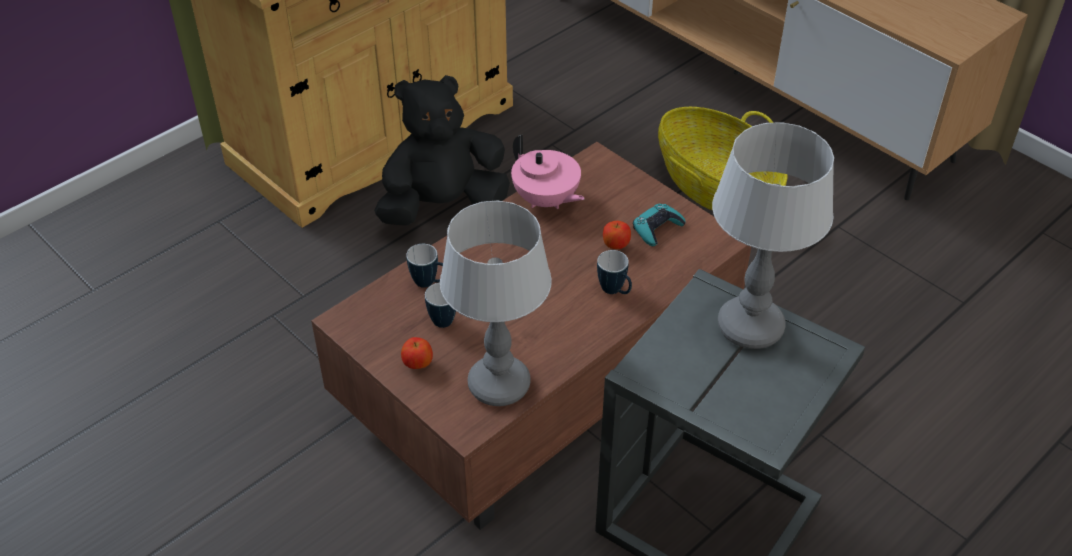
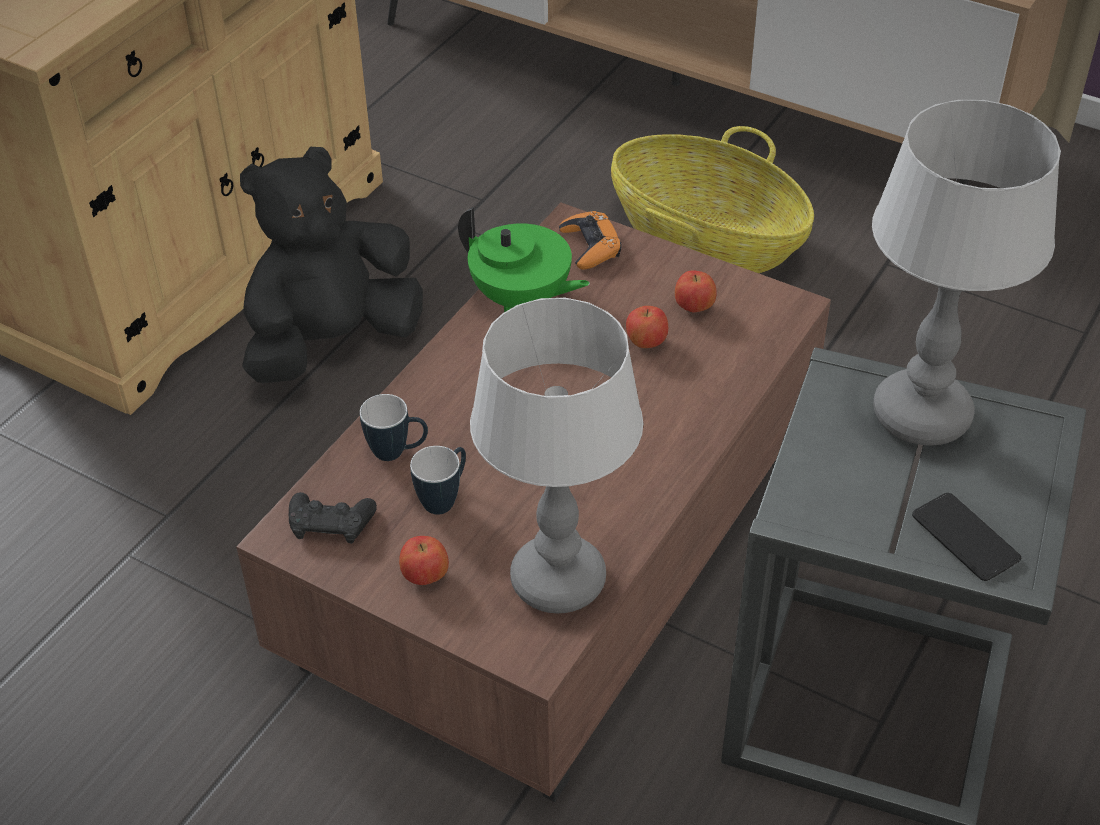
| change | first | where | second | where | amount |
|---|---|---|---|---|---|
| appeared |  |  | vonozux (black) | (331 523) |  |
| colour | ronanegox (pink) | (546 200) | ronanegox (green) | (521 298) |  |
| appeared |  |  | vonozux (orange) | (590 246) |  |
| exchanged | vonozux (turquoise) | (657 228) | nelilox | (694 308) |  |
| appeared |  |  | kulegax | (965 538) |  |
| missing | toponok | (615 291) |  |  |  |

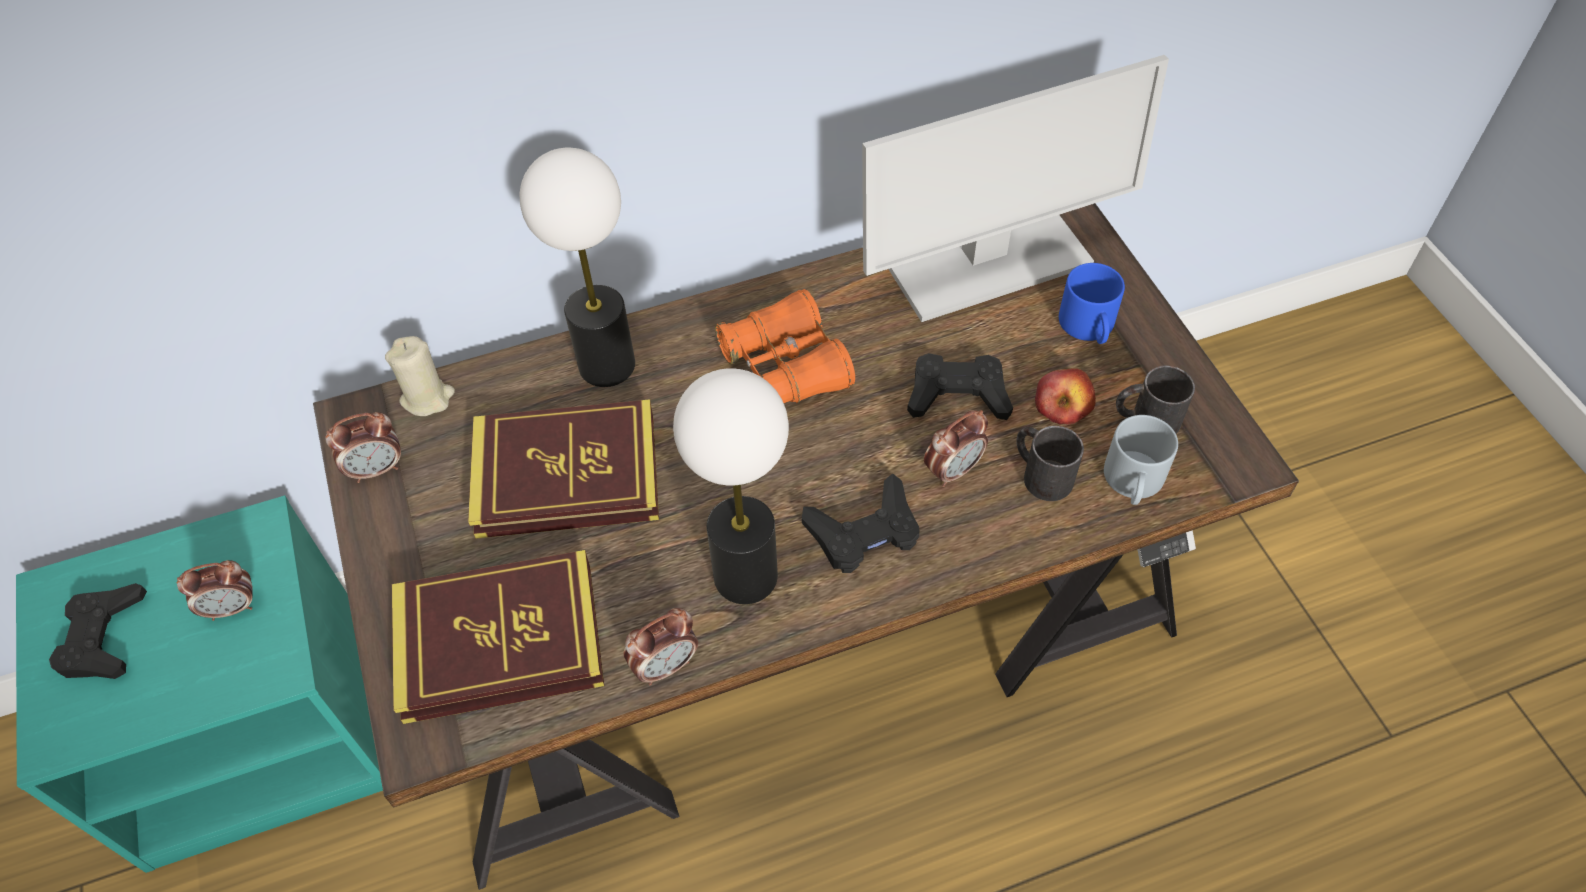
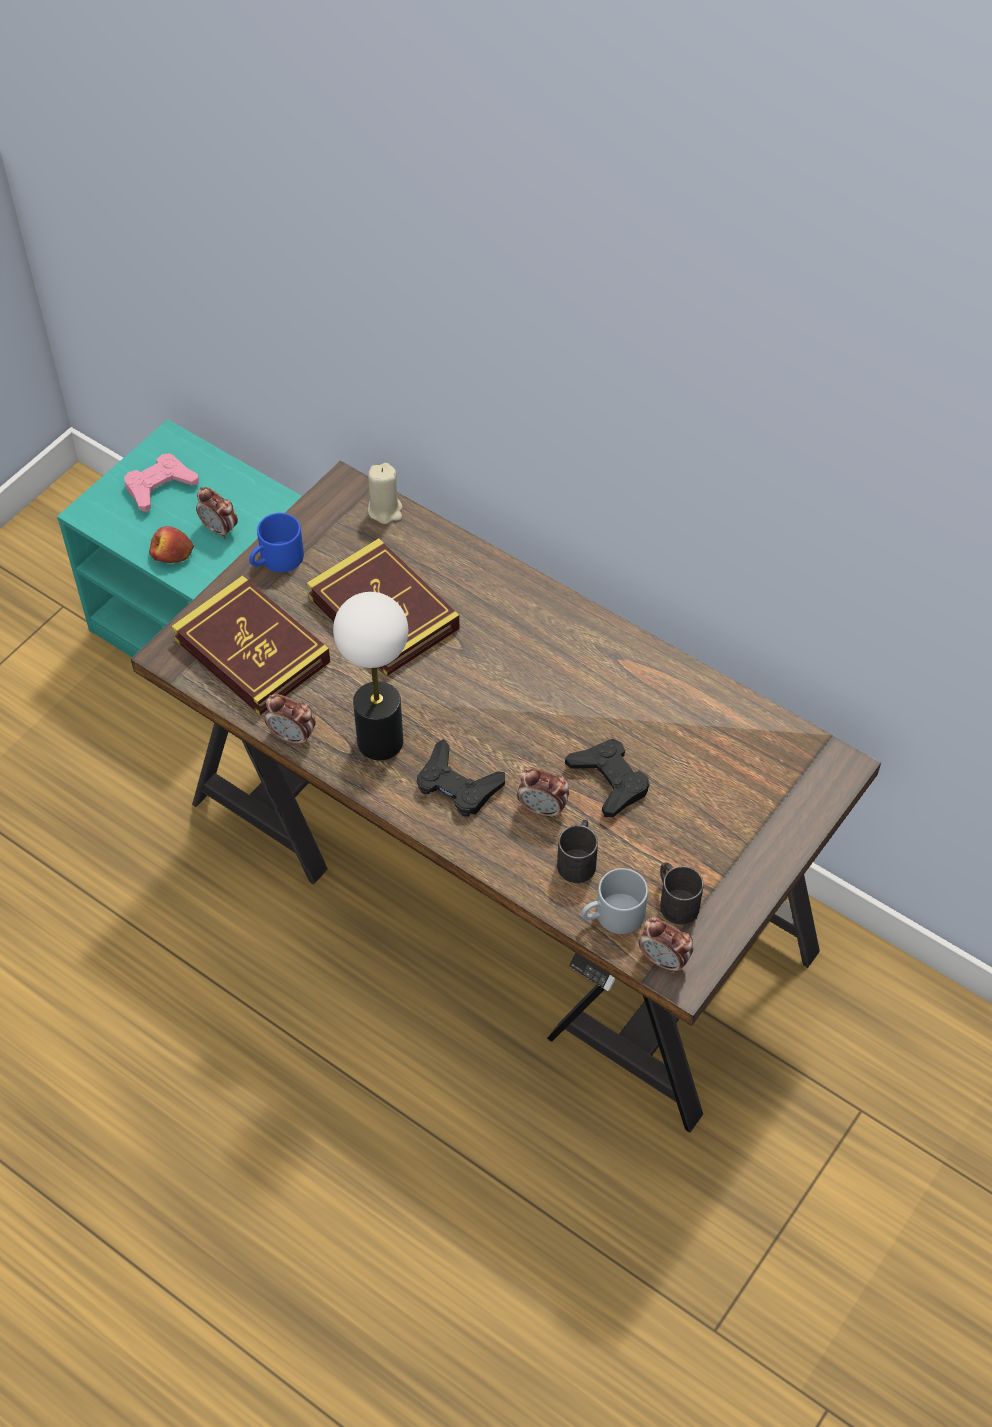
| change | first | where | second | where | amount |
|---|---|---|---|---|---|
| colour | vonozux (black) | (103 638) | vonozux (pink) | (160 486) |  |
| relocated | nelilox | (1063 405) |  | (172 553) |  |
| relocated | toponok (blue) | (1090 327) |  | (276 560) |  |
| relocated | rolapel | (377 469) |  | (664 960) |  |
| missing | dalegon | (606 364) |  |  |  |
| missing | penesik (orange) | (785 368) |  |  |  |
| missing | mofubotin | (985 264) |  |  |  |

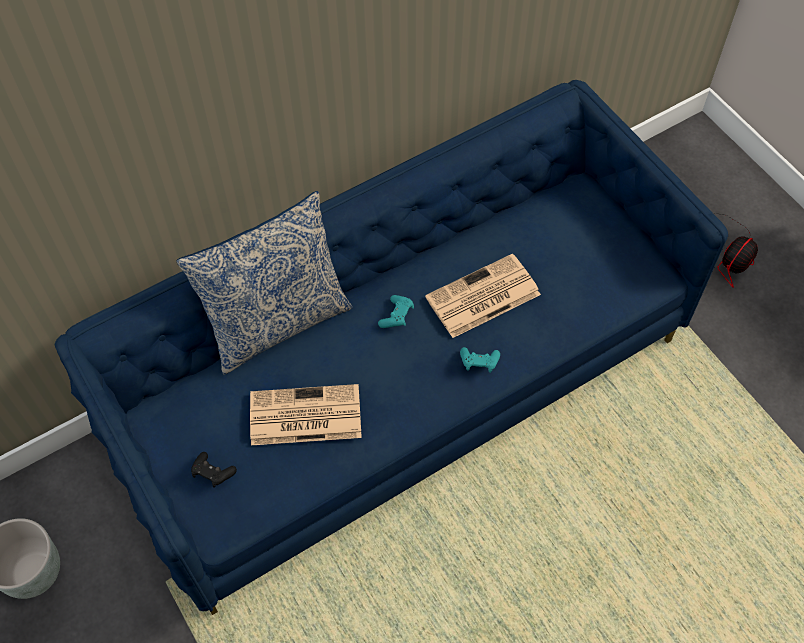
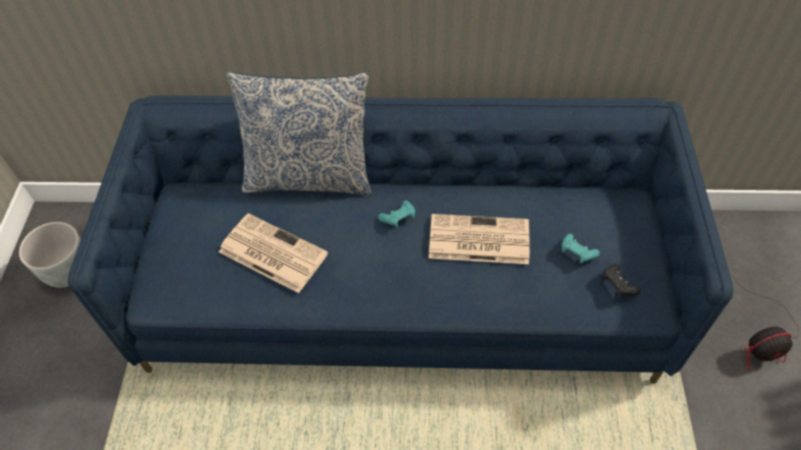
| change | first | where | second | where | amount |
|---|---|---|---|---|---|
| relocated | vonozux (turquoise) | (479 363) |  | (576 253) |  |
| relocated | vonozux (black) | (213 473) |  | (617 285) |  |

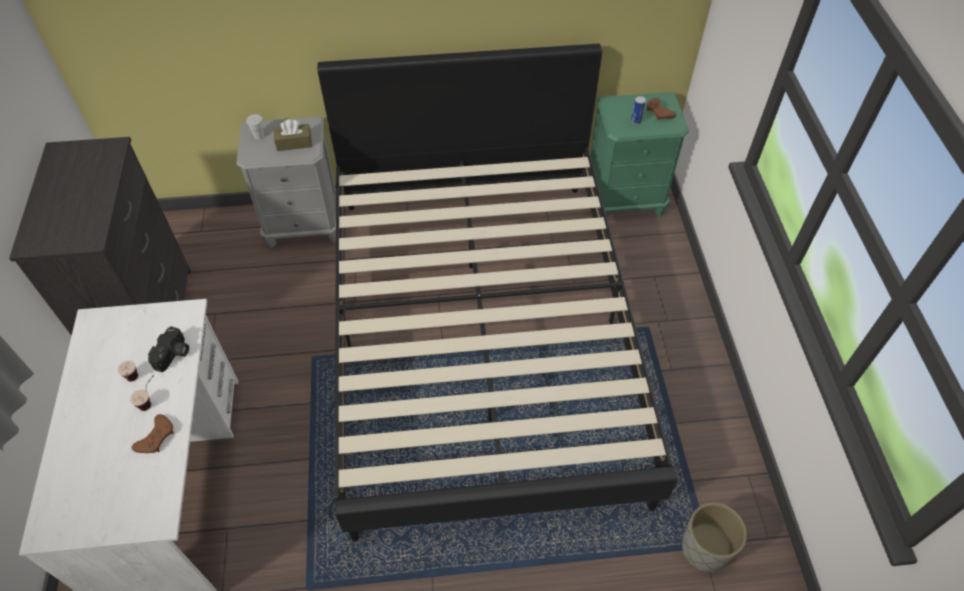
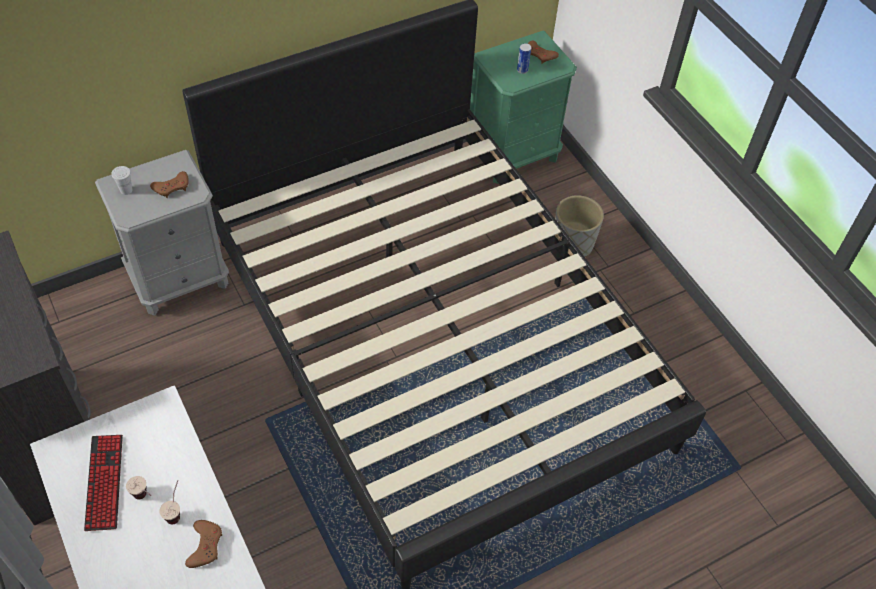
| change | first | where | second | where | amount |
|---|---|---|---|---|---|
| appeared |  |  | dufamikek | (104 482) |  |
| exchanged | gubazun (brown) | (294 143) | vonozux (brown) | (172 187) |  |
| relocated | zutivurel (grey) | (704 549) |  | (572 244) |  |
| missing | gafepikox | (174 355) |  |  |  |

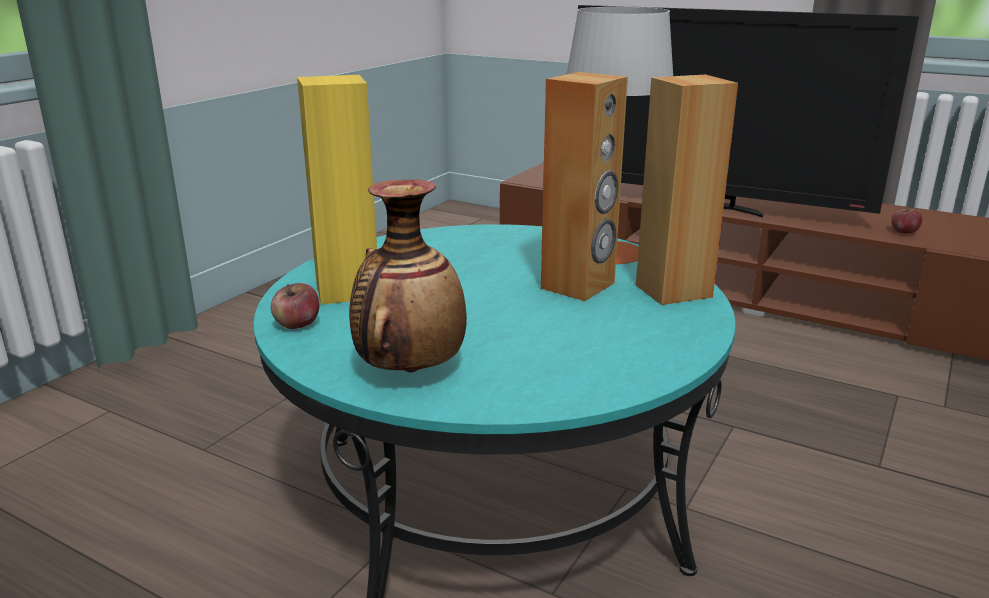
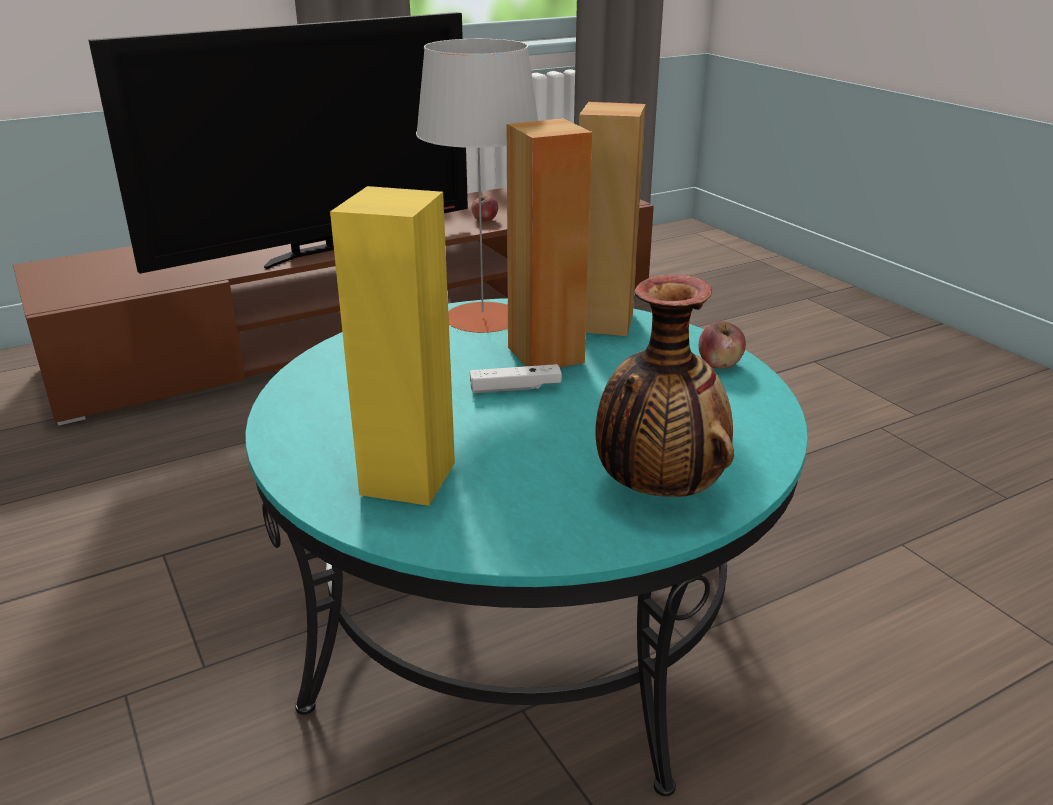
| change | first | where | second | where | amount |
|---|---|---|---|---|---|
| appeared |  |  | vonozux (white) | (515 388) |  |
| relocated | nelilox | (297 325) |  | (720 364) |  |

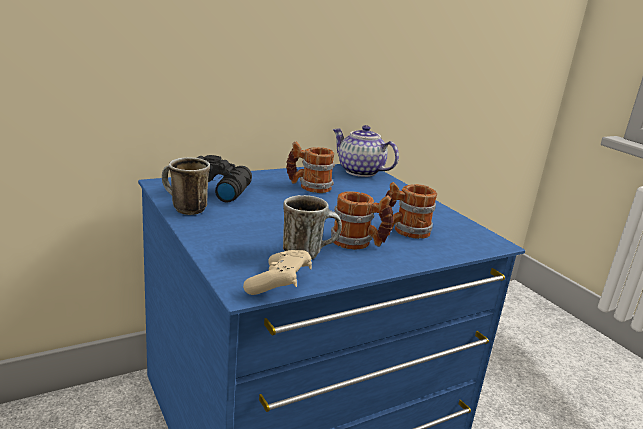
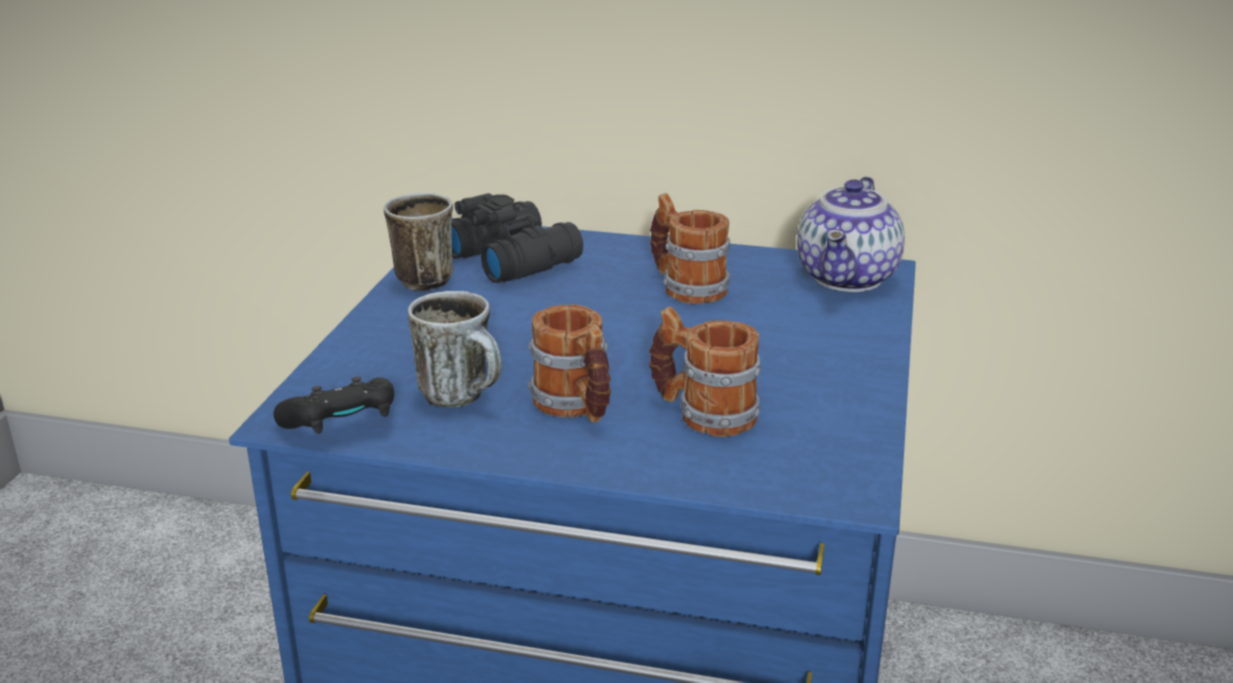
| change | first | where | second | where | amount |
|---|---|---|---|---|---|
| colour | vonozux (beige) | (279 284) | vonozux (black) | (342 427) |  |
| spun | ronanegox | (359 172) |  | (849 278) | 150 degrees counterclockwise |

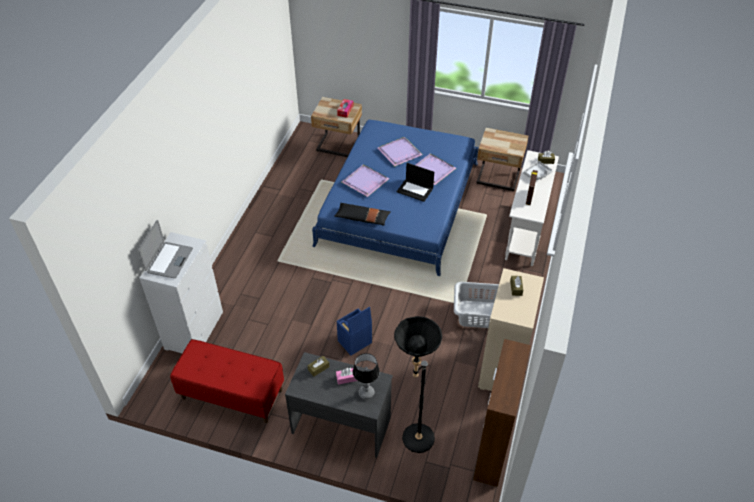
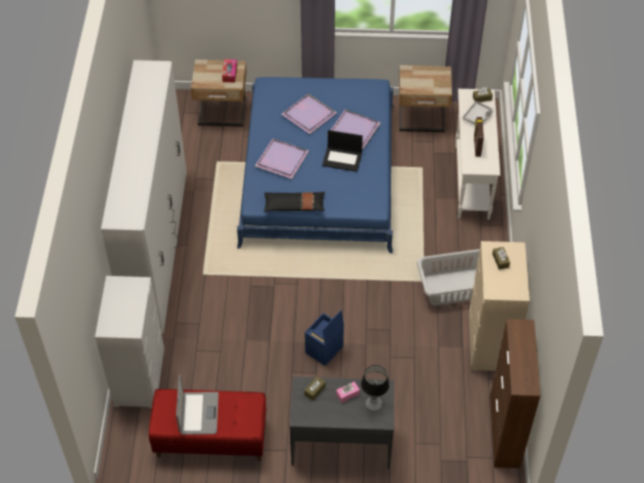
| change | first | where | second | where | amount |
|---|---|---|---|---|---|
| appeared |  |  | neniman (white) | (157 249) |  |
| relocated | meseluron | (169 260) |  | (198 413) |  |
| missing | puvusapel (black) | (413 442) |  |  |  |

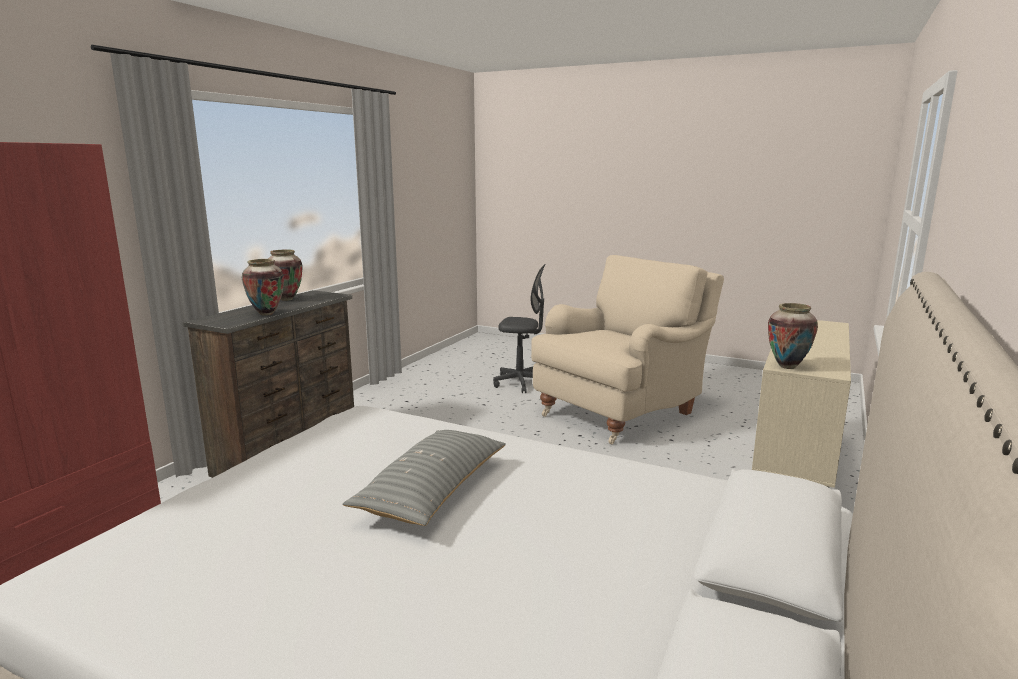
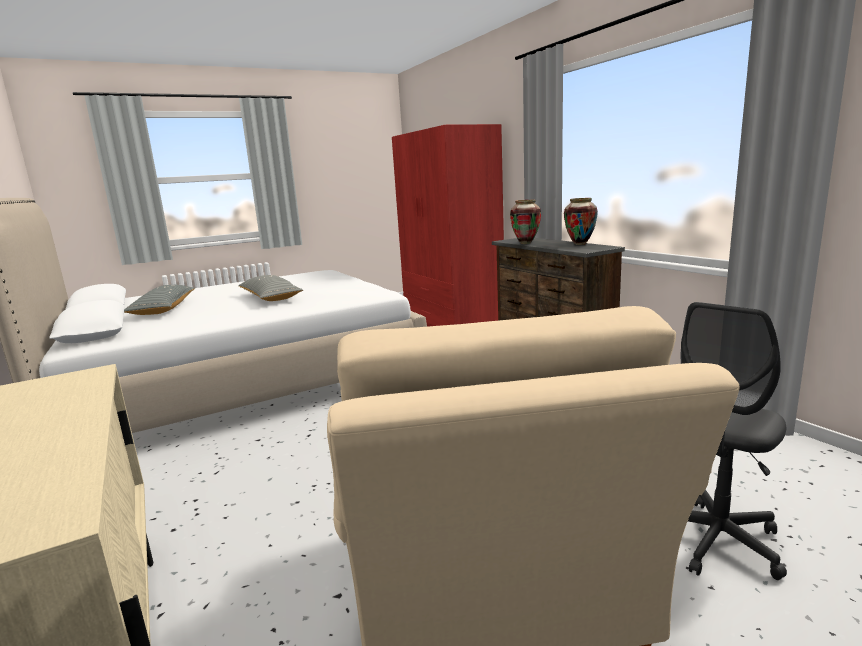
| change | first | where | second | where | amount |
|---|---|---|---|---|---|
| appeared |  |  | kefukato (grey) | (163 309) |  |
| missing | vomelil | (787 366) |  |  |  |

